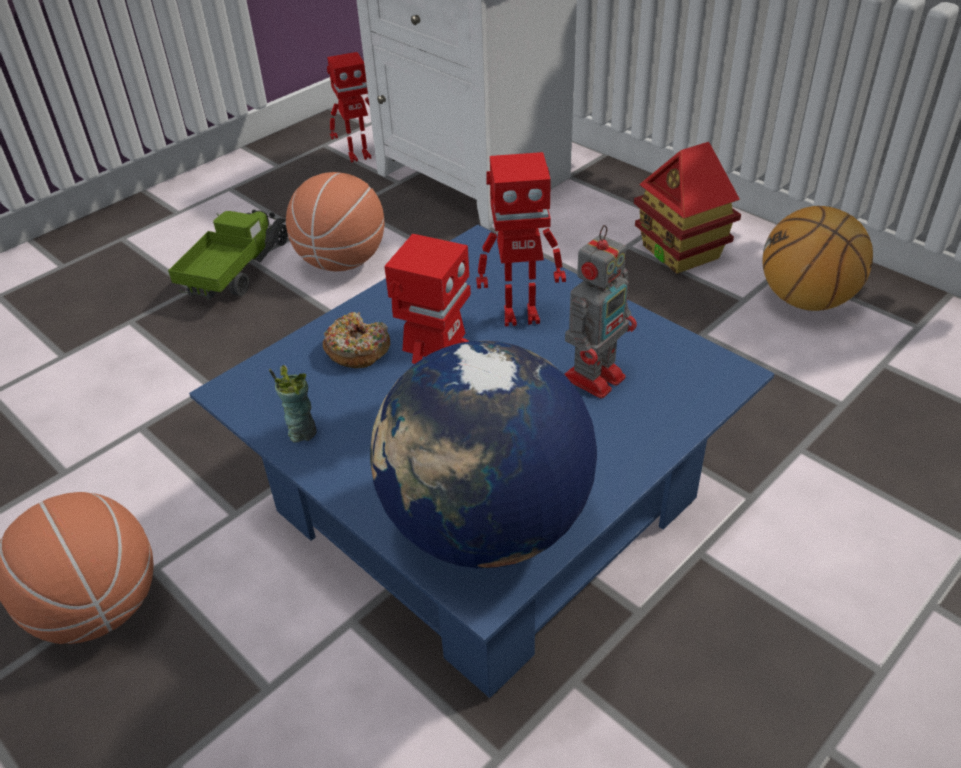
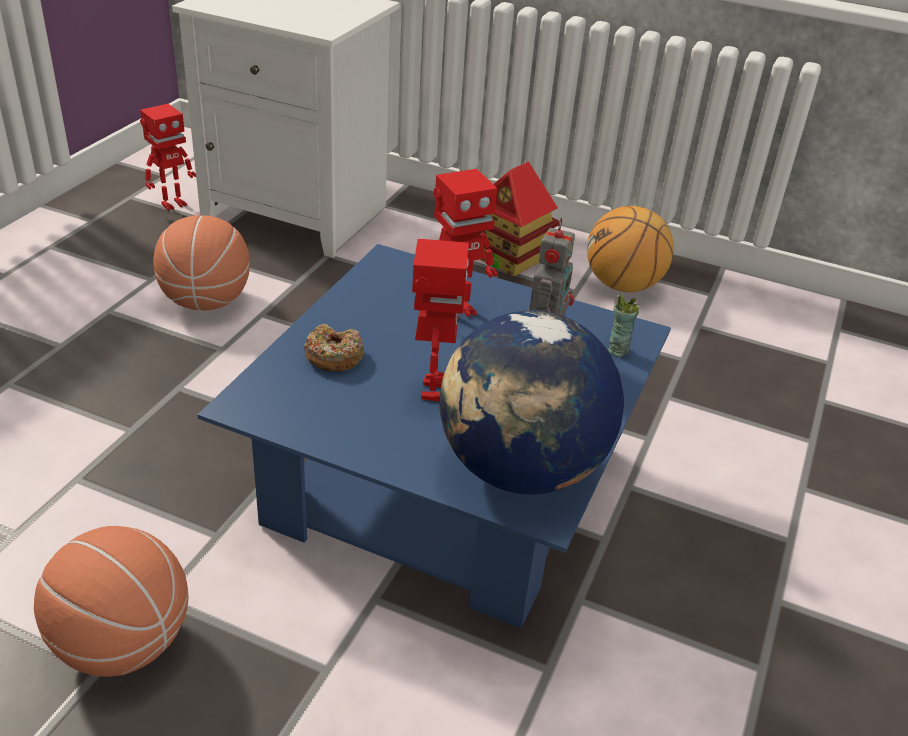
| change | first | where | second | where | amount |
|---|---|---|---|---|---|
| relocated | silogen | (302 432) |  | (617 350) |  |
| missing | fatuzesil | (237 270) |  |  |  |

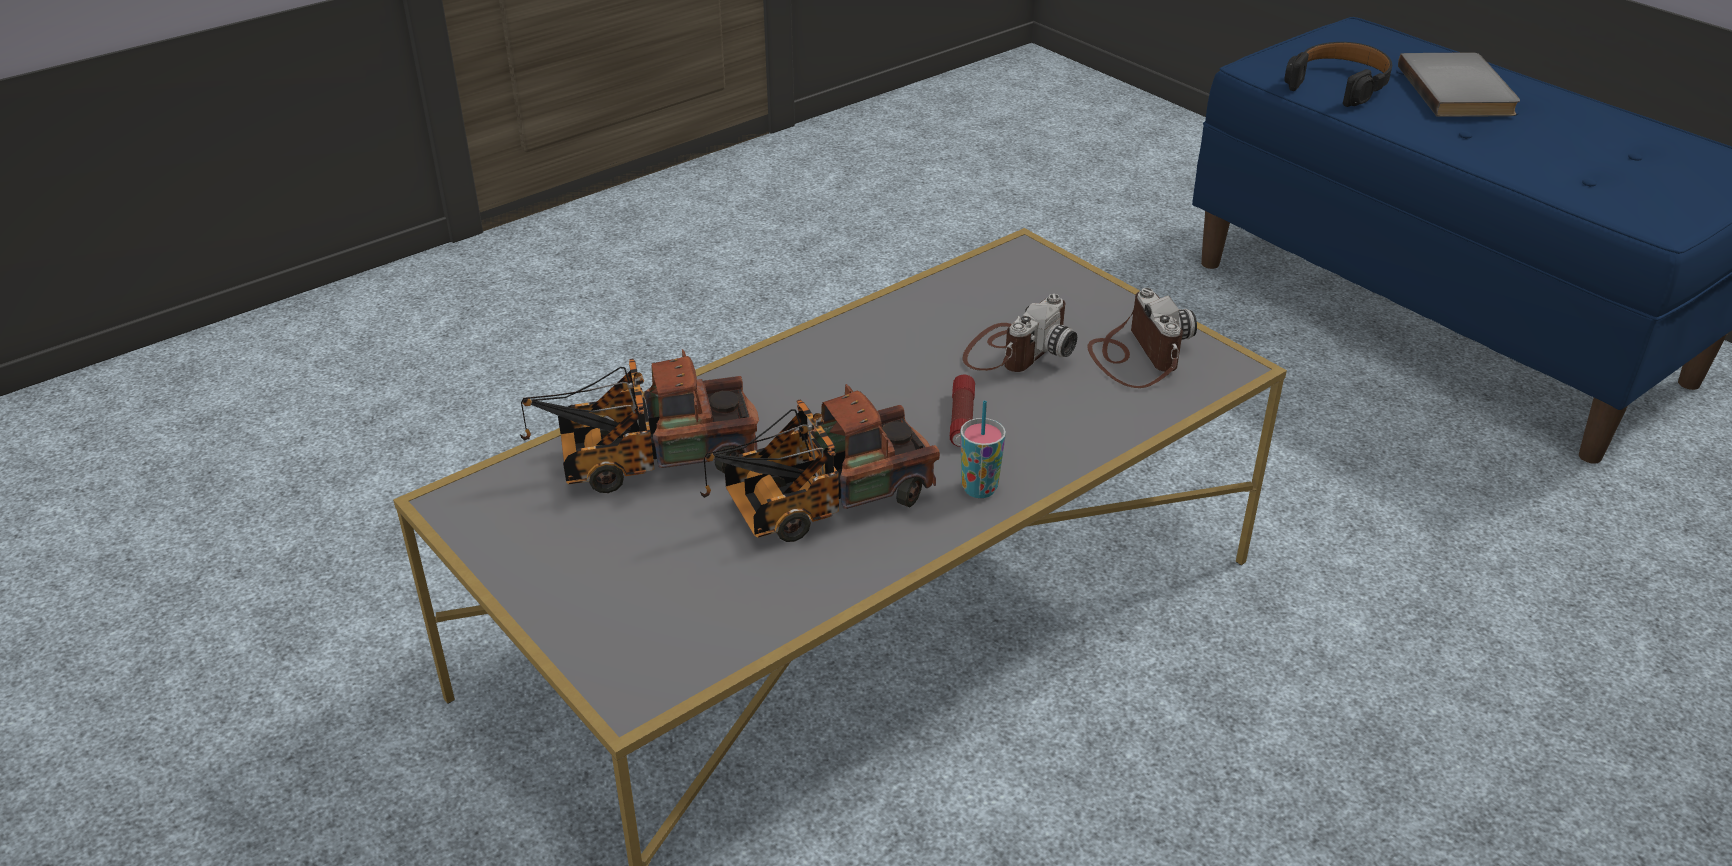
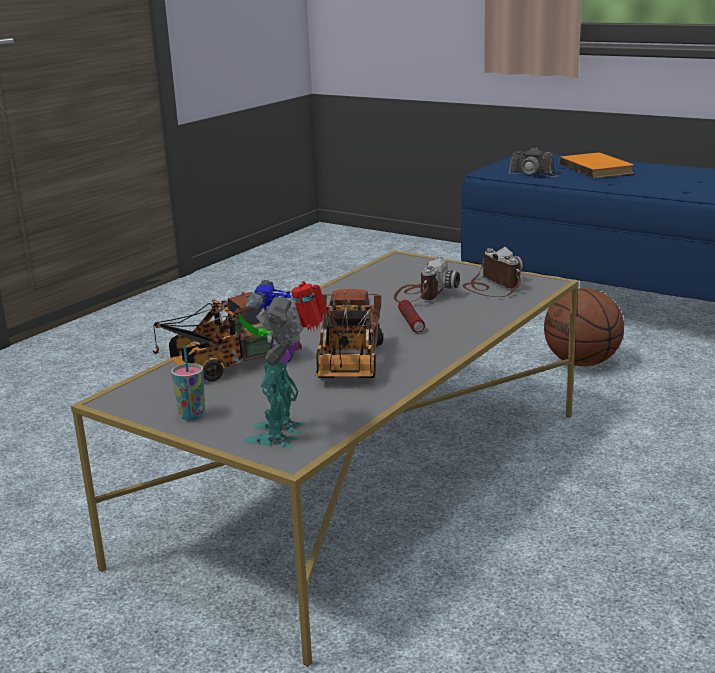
| change | first | where | second | where | amount |
|---|---|---|---|---|---|
| relocated | silogen | (979 489) |  | (192 416) |  |
| appeared |  |  | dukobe | (284 433) |  |
| spun | fatuzesil | (817 504) |  | (349 366) | 45 degrees counterclockwise |
| exchanged | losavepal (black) | (1339 84) | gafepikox | (534 173) |  |
| appeared |  |  | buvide | (582 363) |  |
| colour | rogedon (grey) | (1460 90) | rogedon (orange) | (598 168) |  |

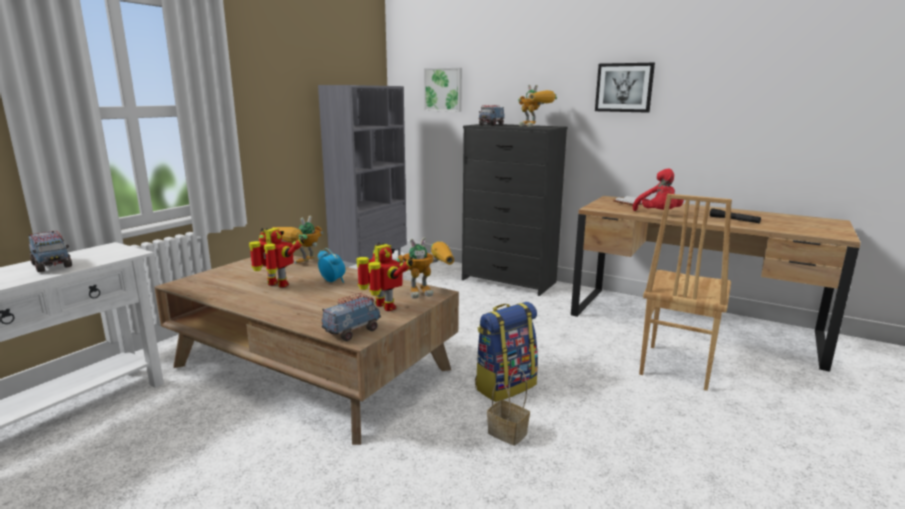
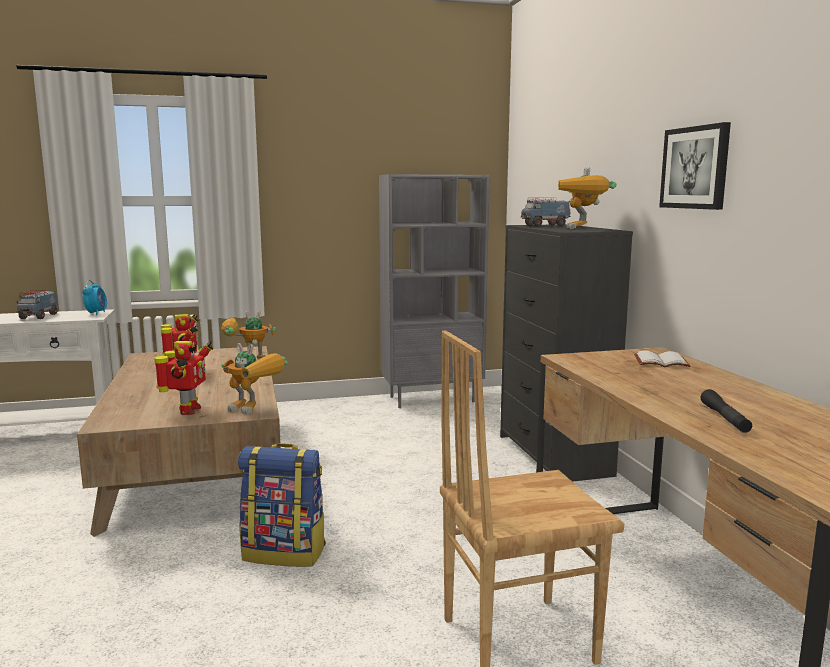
| change | first | where | second | where | amount |
|---|---|---|---|---|---|
| relocated | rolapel | (332 281) |  | (96 313) |  |
| missing | fatuzesil | (352 332) |  |  |  |
| missing | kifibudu | (443 89) |  |  |  |
| missing | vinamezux | (509 433) |  |  |  |
| missing | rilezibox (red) | (658 214) |  |  |  |

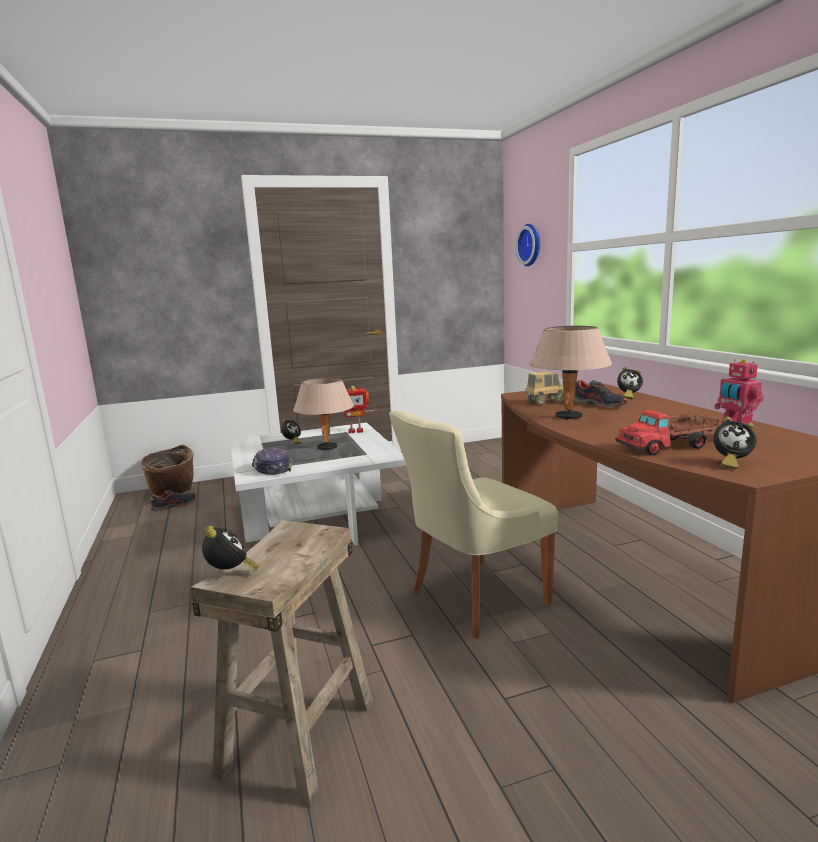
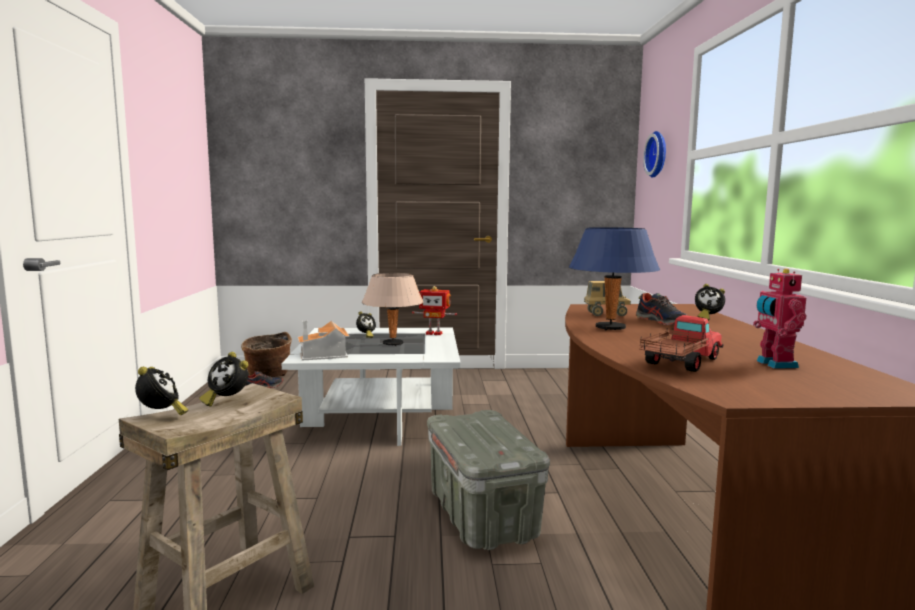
| change | first | where | second | where | amount |
|---|---|---|---|---|---|
| relocated | rolapel | (730 463) |  | (226 401) |  |
| exchanged | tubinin | (271 469) | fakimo | (325 355) |  |
| exchanged | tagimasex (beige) | (474 598) | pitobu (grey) | (481 515) |  |
| colour | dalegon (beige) | (569 417) | dalegon (blue) | (611 328) |  |
| spun | fatuzesil | (667 446) |  | (680 362) | 135 degrees clockwise |

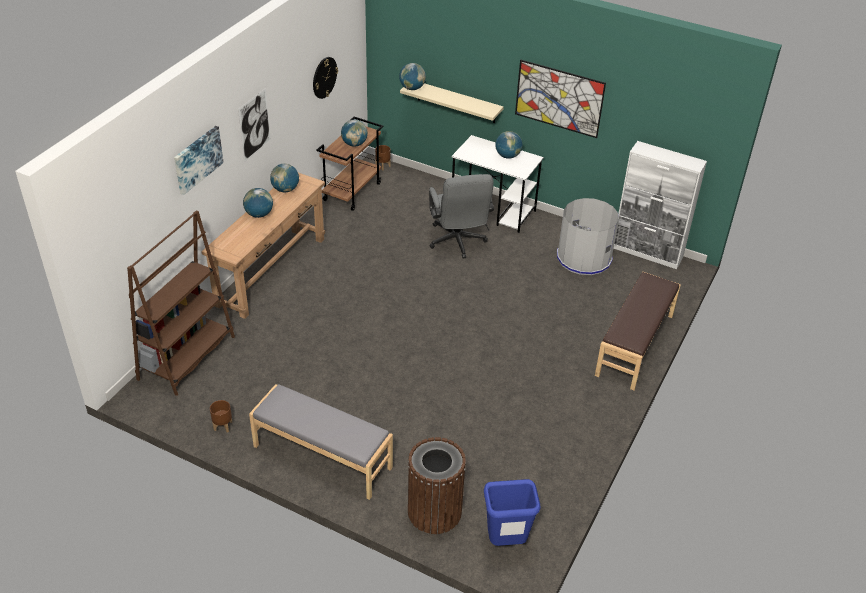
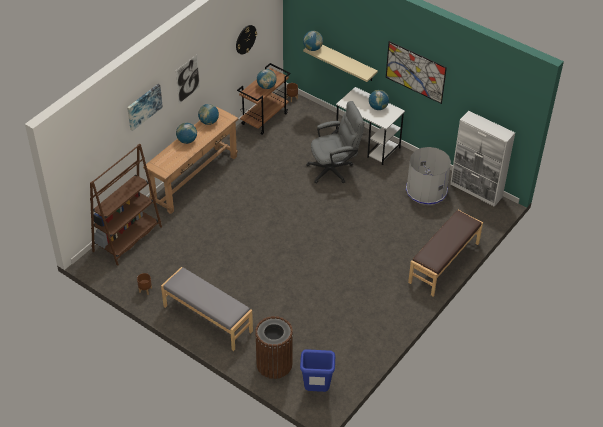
| change | first | where | second | where | amount |
|---|---|---|---|---|---|
| spun | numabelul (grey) | (458 243) |  | (334 169) | 105 degrees counterclockwise |

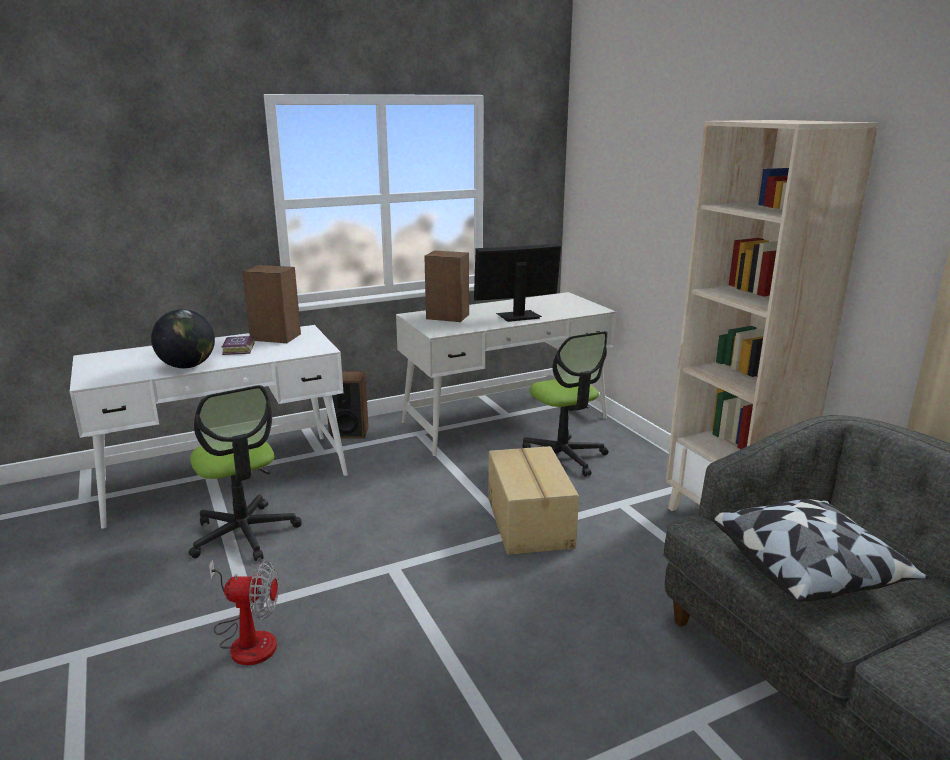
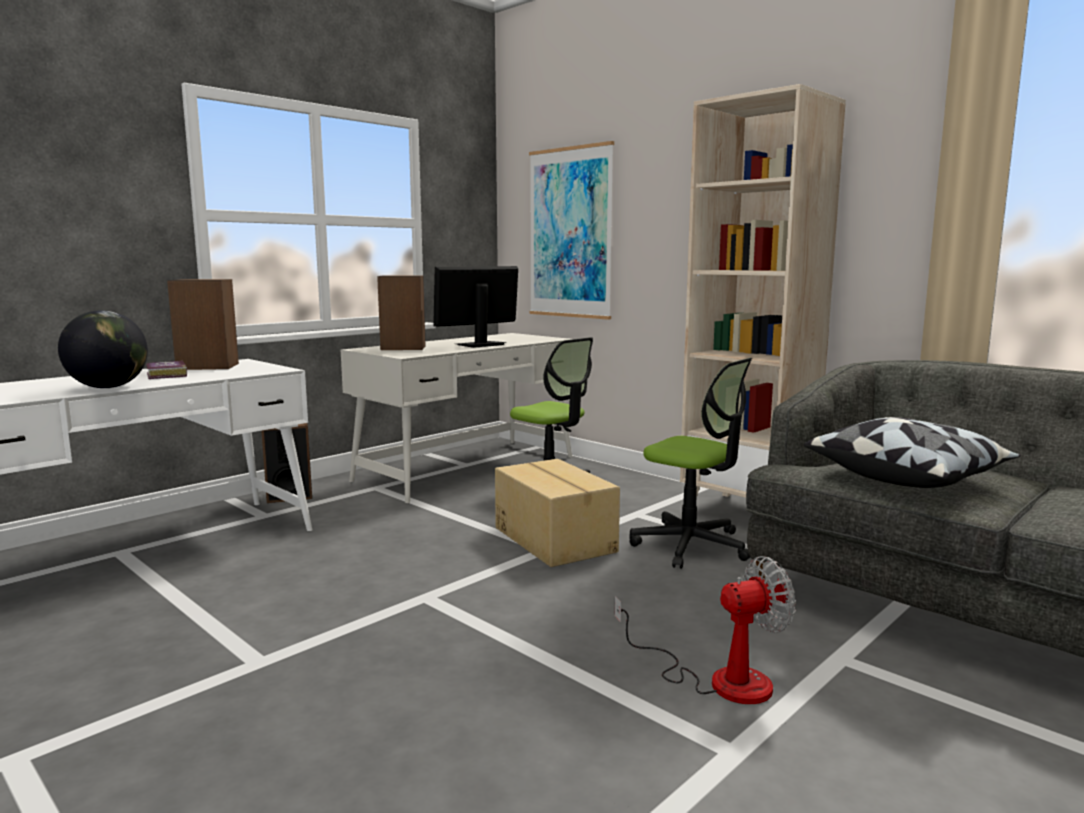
| change | first | where | second | where | amount |
|---|---|---|---|---|---|
| appeared |  |  | kifibudu | (570 233) |  |
| relocated | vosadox | (247 639) |  | (719 680) |  |
| relocated | numabelul | (244 534) |  | (691 546) |  |

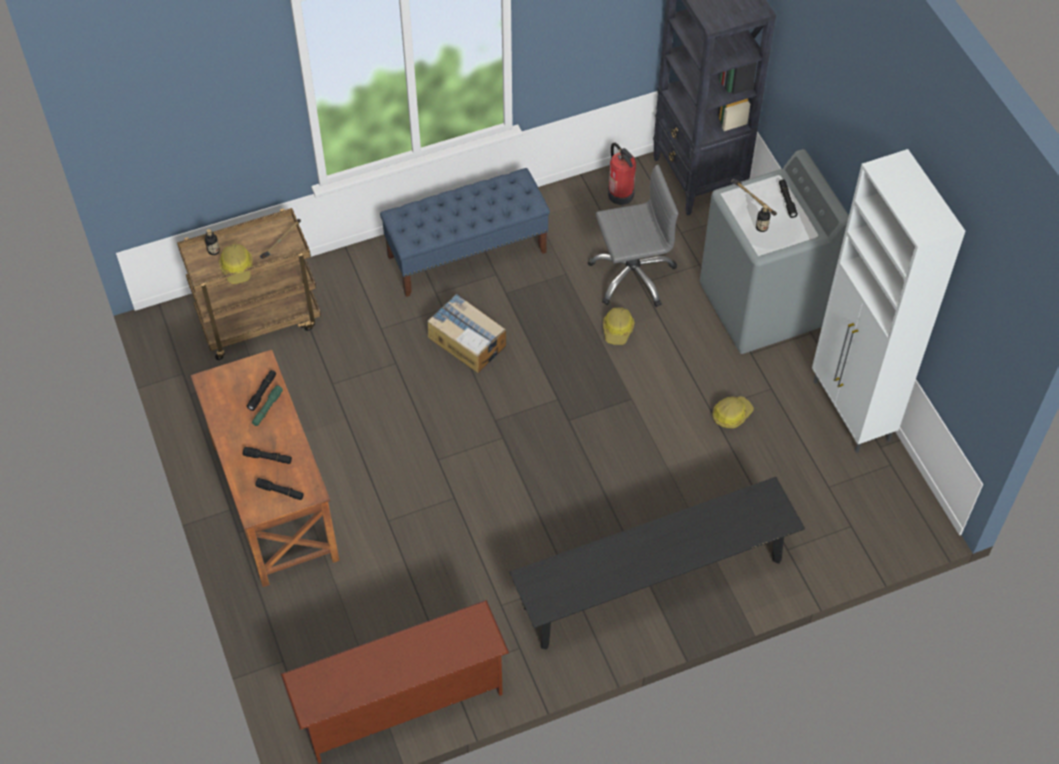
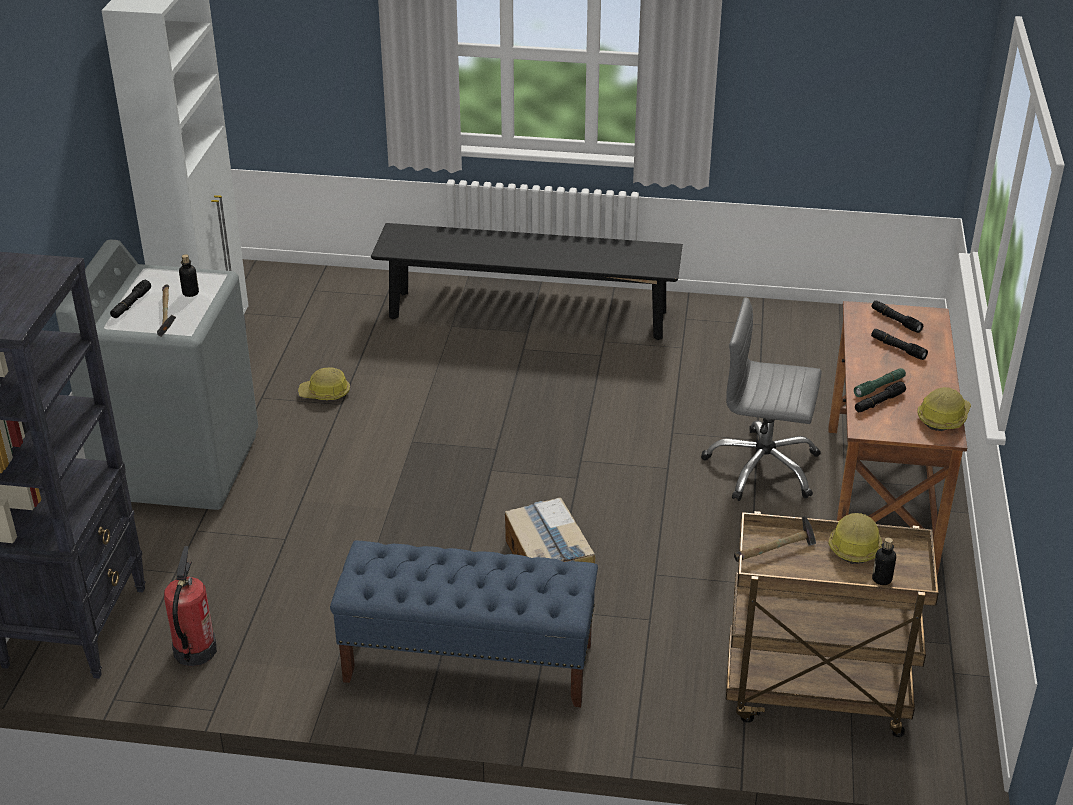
| change | first | where | second | where | amount |
|---|---|---|---|---|---|
| relocated | numabelul (grey) | (632 275) |  | (762 468) |  |
| relocated | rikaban | (618 329) |  | (943 417) |  |
| missing | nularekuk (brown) | (401 705) |  |  |  |

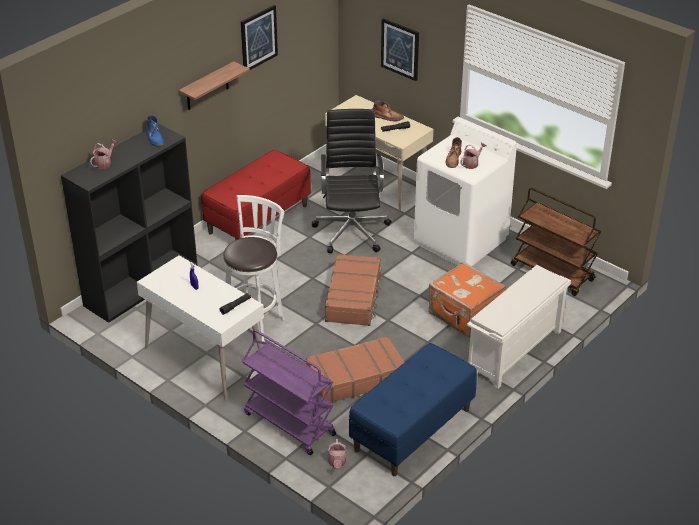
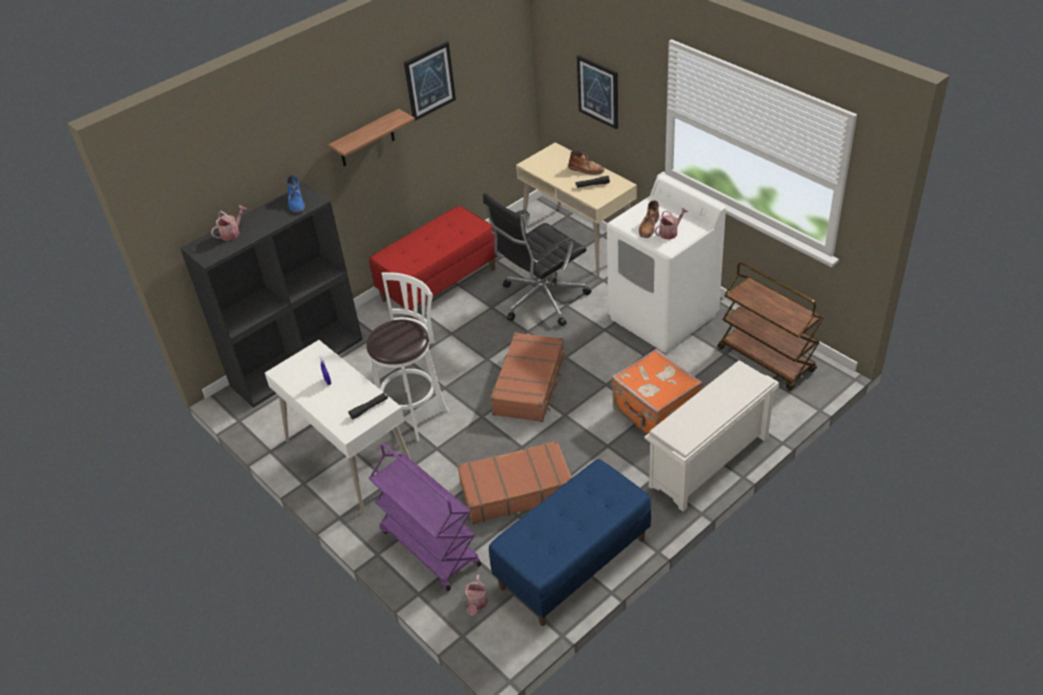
| change | first | where | second | where | amount |
|---|---|---|---|---|---|
| spun | numabelul (black) | (352 230) |  | (540 300) | 135 degrees counterclockwise |

